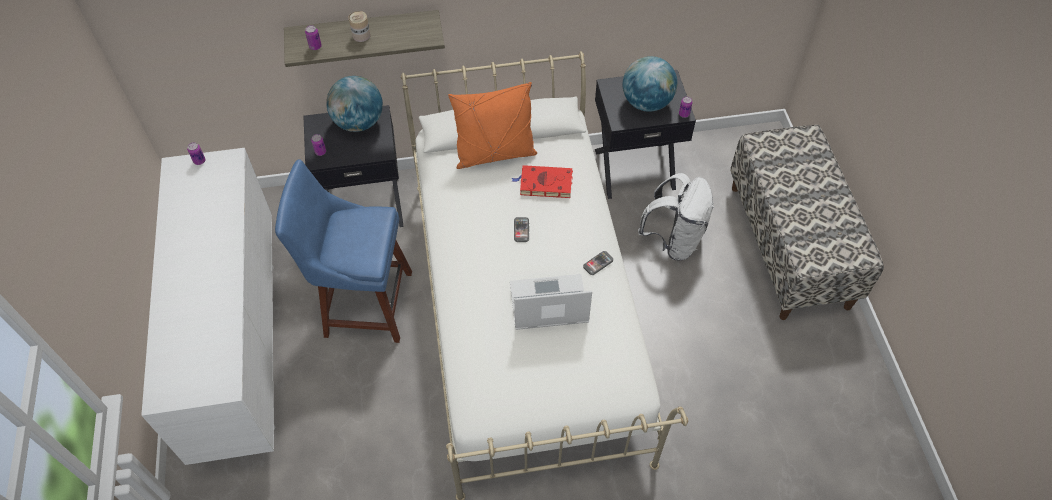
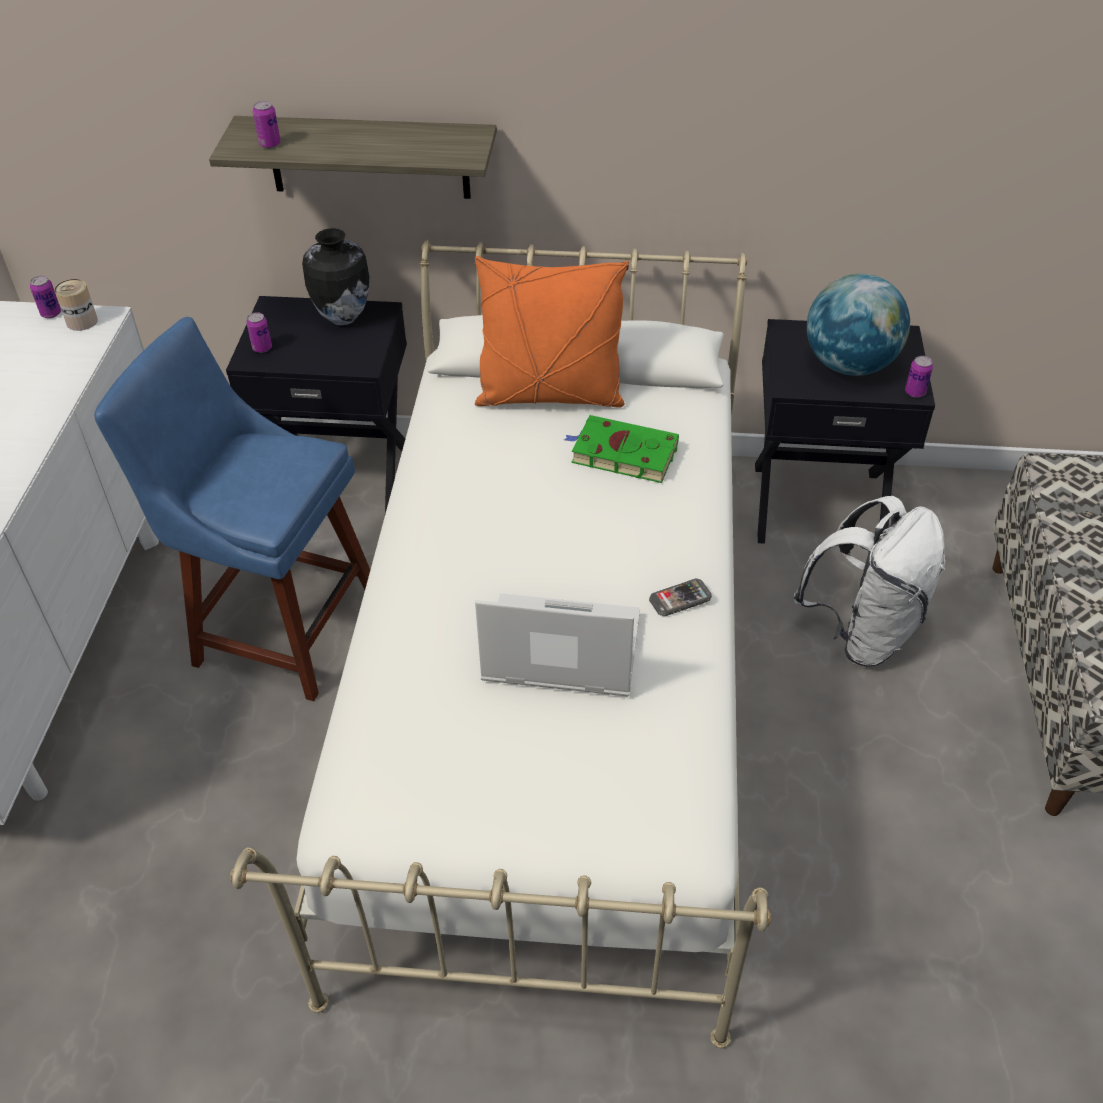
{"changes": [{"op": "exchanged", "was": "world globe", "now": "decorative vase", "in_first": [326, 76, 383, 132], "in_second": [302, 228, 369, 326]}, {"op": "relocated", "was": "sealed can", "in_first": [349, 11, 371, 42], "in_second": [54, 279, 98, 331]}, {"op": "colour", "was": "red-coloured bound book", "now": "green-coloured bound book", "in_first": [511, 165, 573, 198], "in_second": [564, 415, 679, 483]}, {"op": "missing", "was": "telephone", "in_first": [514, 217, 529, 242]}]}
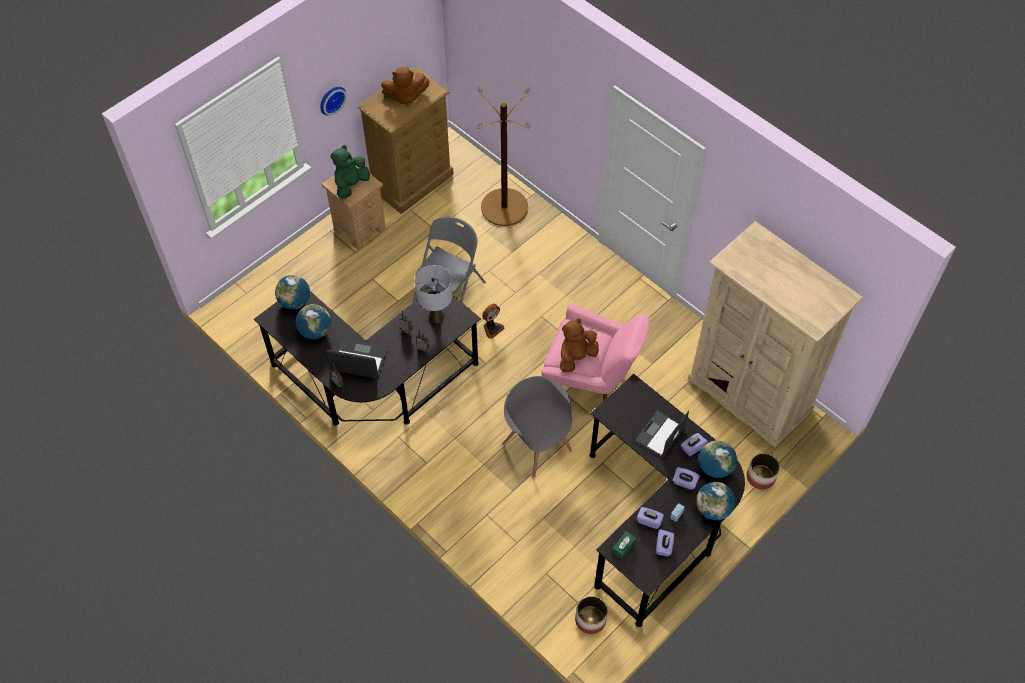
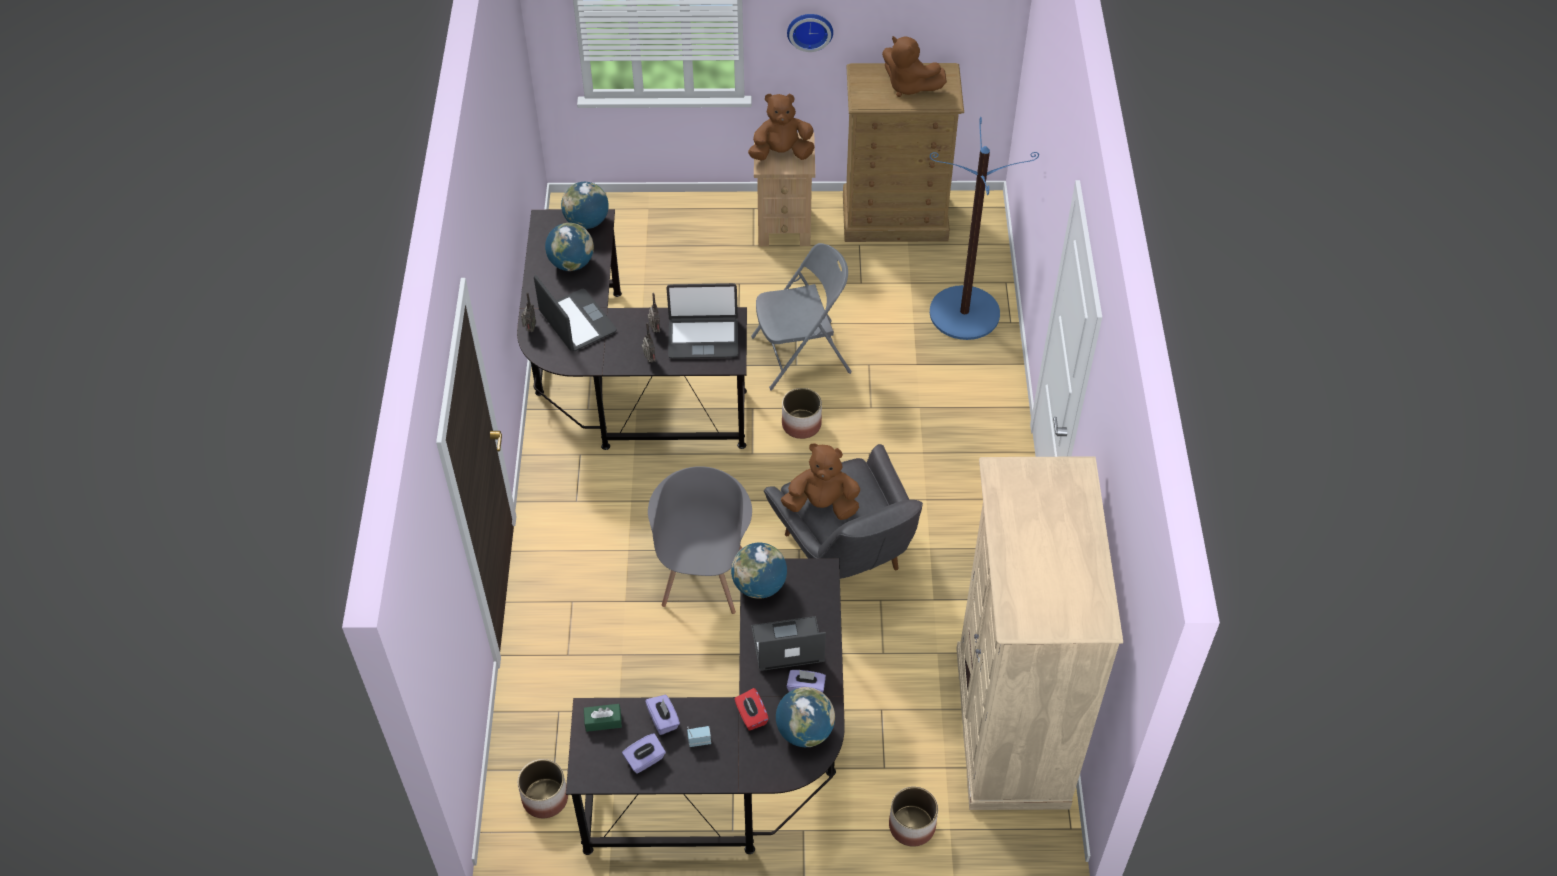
{"changes": [{"op": "colour", "was": "green-coloured soft toy", "now": "brown-coloured soft toy", "in_first": [330, 145, 370, 199], "in_second": [748, 93, 814, 161]}, {"op": "exchanged", "was": "greyish tabletop lamp", "now": "laptop", "in_first": [415, 265, 452, 323], "in_second": [667, 283, 738, 359]}, {"op": "colour", "was": "brown-coloured clothes rack", "now": "bluish clothes rack", "in_first": [477, 88, 530, 226], "in_second": [930, 117, 1039, 340]}, {"op": "exchanged", "was": "cooling fan", "now": "plant pot", "in_first": [482, 304, 505, 339], "in_second": [782, 388, 822, 439]}, {"op": "colour", "was": "pink-coloured armchair", "now": "greyish armchair", "in_first": [541, 303, 650, 401], "in_second": [764, 444, 923, 579]}, {"op": "colour", "was": "purplish tissue box", "now": "red-coloured tissue box", "in_first": [673, 467, 700, 490], "in_second": [734, 688, 769, 730]}, {"op": "relocated", "was": "world globe", "in_first": [696, 482, 735, 520], "in_second": [731, 543, 787, 599]}]}
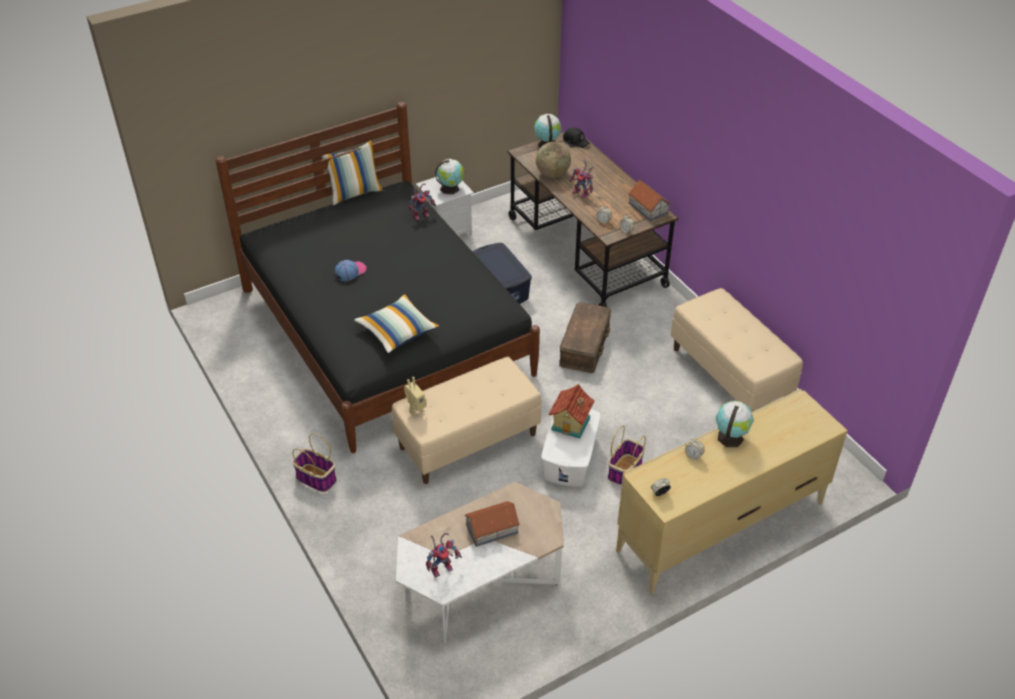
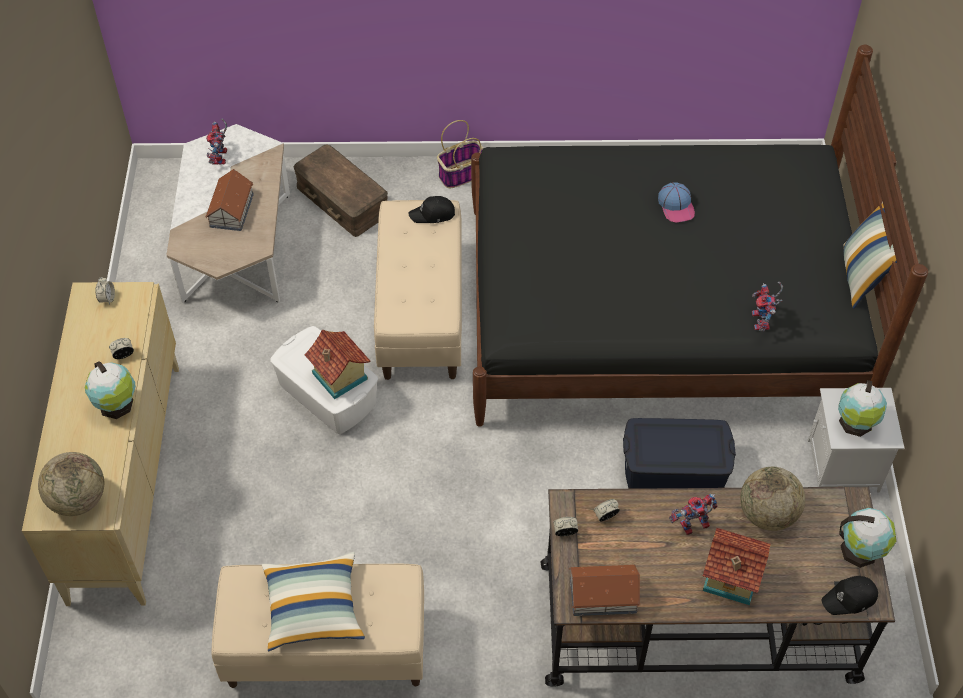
{"changes": [{"op": "relocated", "was": "cushion", "in_first": [354, 294, 440, 353], "in_second": [262, 552, 365, 651]}, {"op": "exchanged", "was": "robot figure", "now": "blackish peaked cap", "in_first": [404, 377, 427, 417], "in_second": [408, 196, 455, 223]}, {"op": "relocated", "was": "brown-coloured storage container", "in_first": [559, 302, 611, 373], "in_second": [294, 144, 388, 237]}, {"op": "missing", "was": "household basket", "in_first": [608, 425, 646, 486]}, {"op": "appeared", "now": "world globe", "in_second": [38, 452, 104, 516]}, {"op": "appeared", "now": "toy house", "in_second": [703, 528, 771, 605]}]}
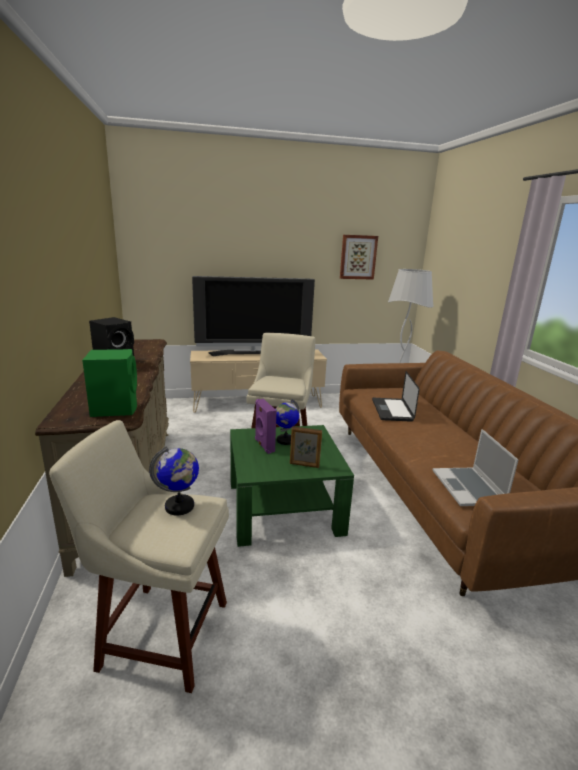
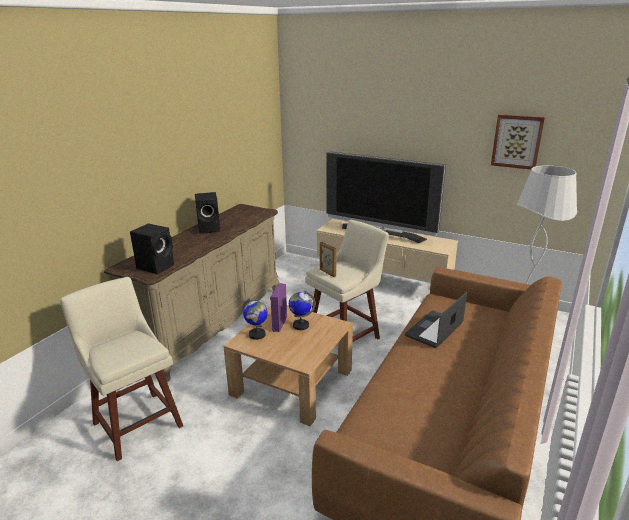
{"changes": [{"op": "colour", "was": "green-coloured audio speaker", "now": "blackish audio speaker", "in_first": [82, 349, 137, 417], "in_second": [130, 223, 174, 274]}, {"op": "relocated", "was": "world globe", "in_first": [149, 446, 199, 516], "in_second": [242, 298, 268, 340]}, {"op": "colour", "was": "green-coloured lounge table", "now": "brown-coloured lounge table", "in_first": [230, 425, 354, 547], "in_second": [223, 305, 353, 426]}, {"op": "relocated", "was": "standing frame", "in_first": [290, 426, 322, 468], "in_second": [320, 242, 337, 277]}, {"op": "missing", "was": "laptop", "in_first": [433, 429, 518, 506]}]}
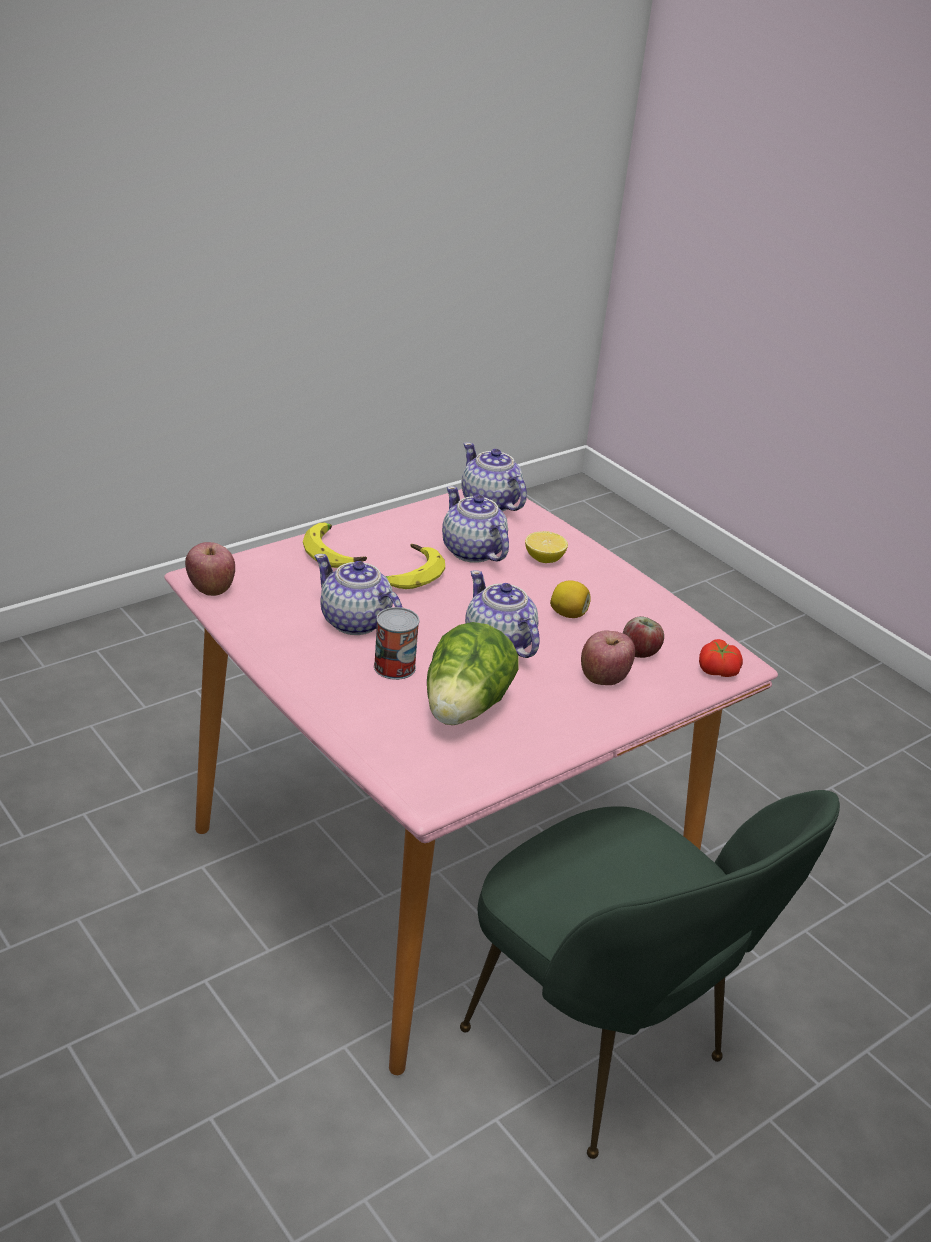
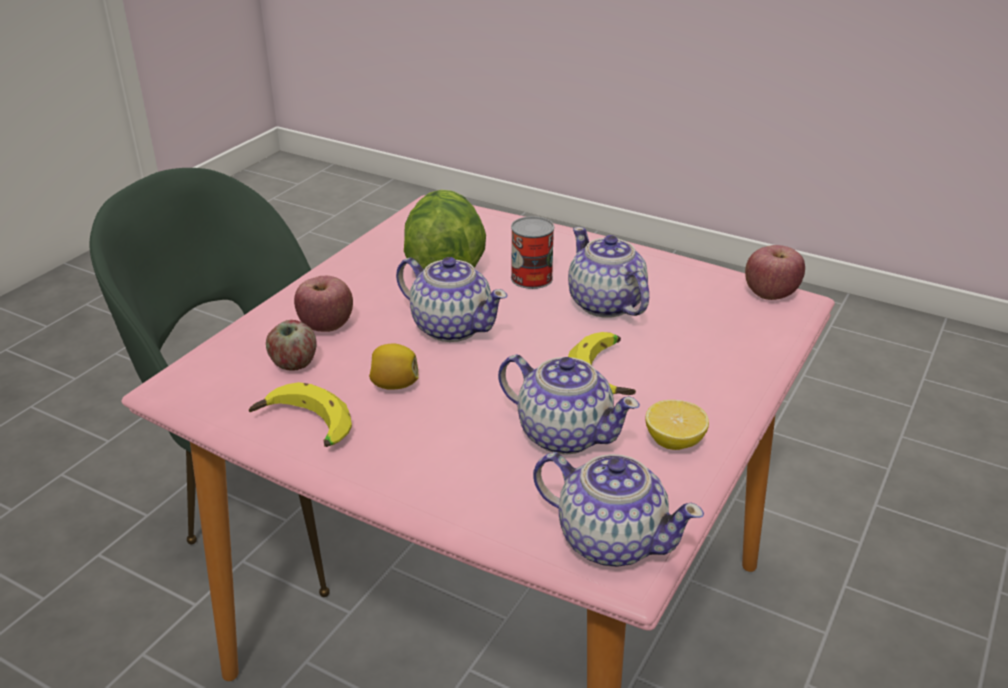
{"changes": [{"op": "relocated", "was": "banana fruit", "in_first": [303, 522, 367, 568], "in_second": [249, 382, 352, 447]}, {"op": "spun", "was": "pot for tea", "in_first": [314, 554, 403, 635], "in_second": [568, 227, 649, 318], "clockwise": -135}, {"op": "relocated", "was": "whole lemon", "in_first": [525, 531, 568, 563], "in_second": [646, 400, 709, 450]}, {"op": "missing", "was": "fresh tomato", "in_first": [699, 639, 743, 677]}]}
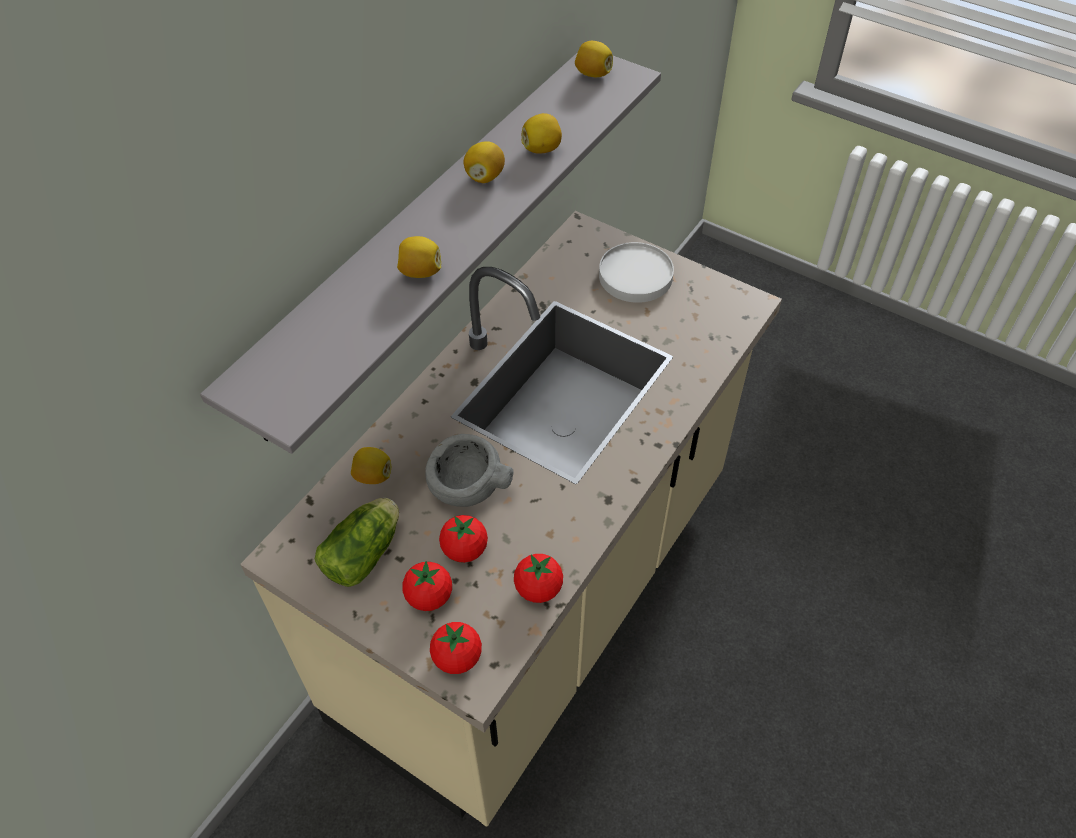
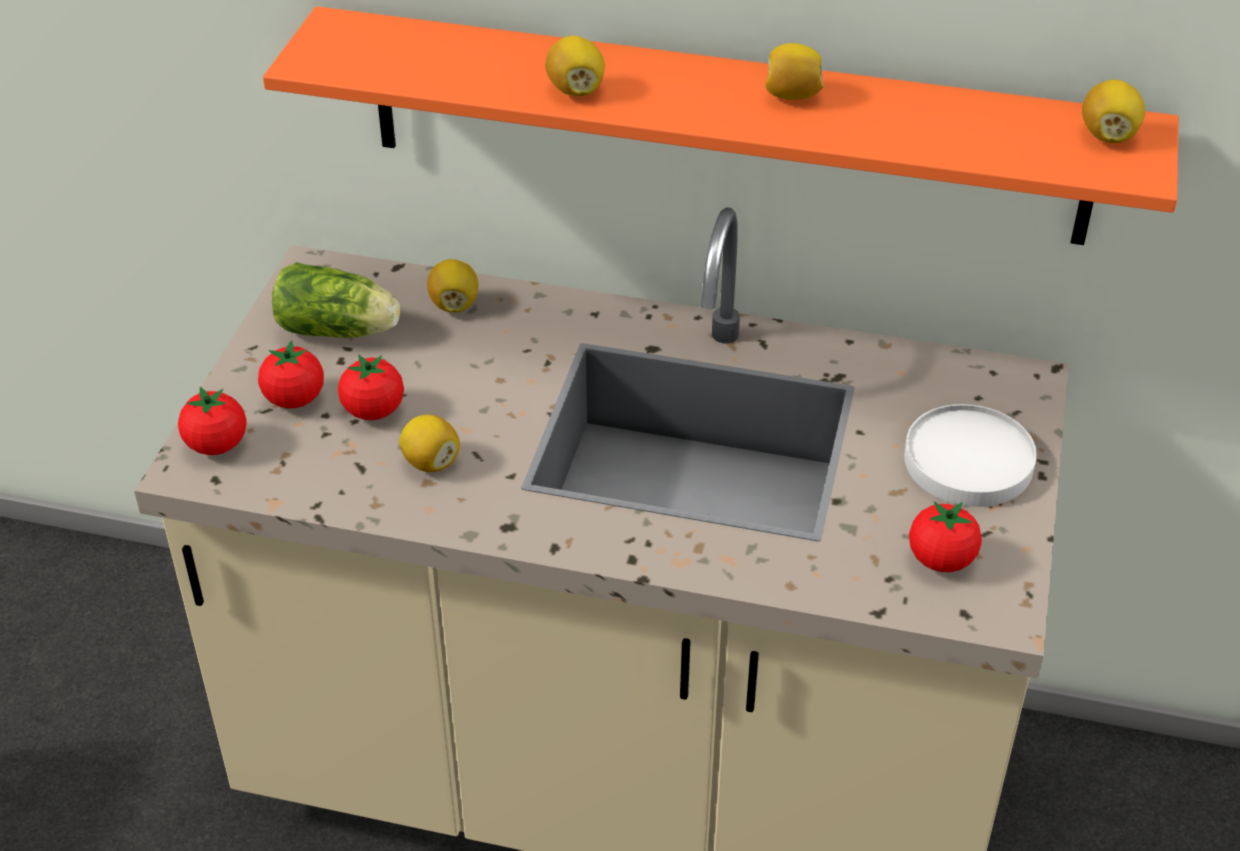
{"changes": [{"op": "colour", "was": "greyish wall shelf", "now": "orange-coloured wall shelf", "in_first": [200, 52, 661, 454], "in_second": [263, 6, 1179, 245]}, {"op": "missing", "was": "greyish serving bowl", "in_first": [425, 434, 514, 507]}, {"op": "relocated", "was": "fresh tomato", "in_first": [514, 554, 563, 603], "in_second": [909, 501, 982, 572]}, {"op": "relocated", "was": "whole lemon", "in_first": [522, 113, 562, 154], "in_second": [399, 414, 460, 472]}]}
